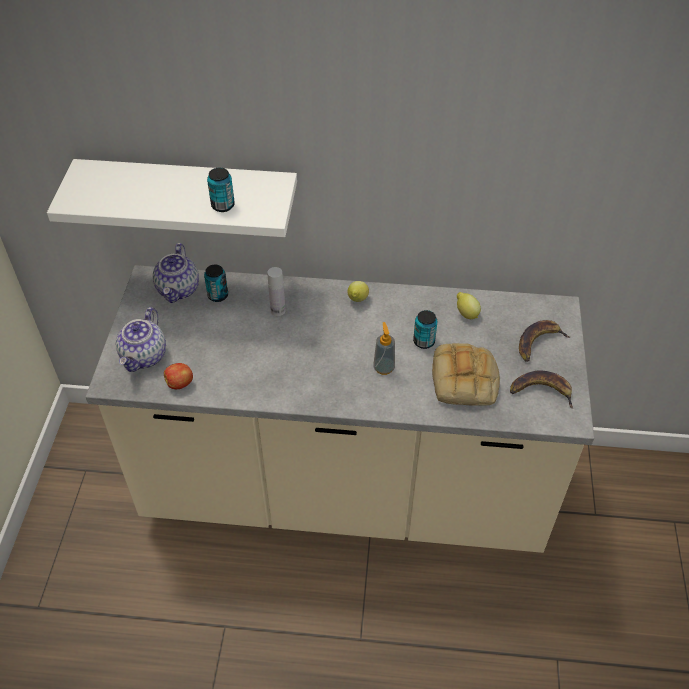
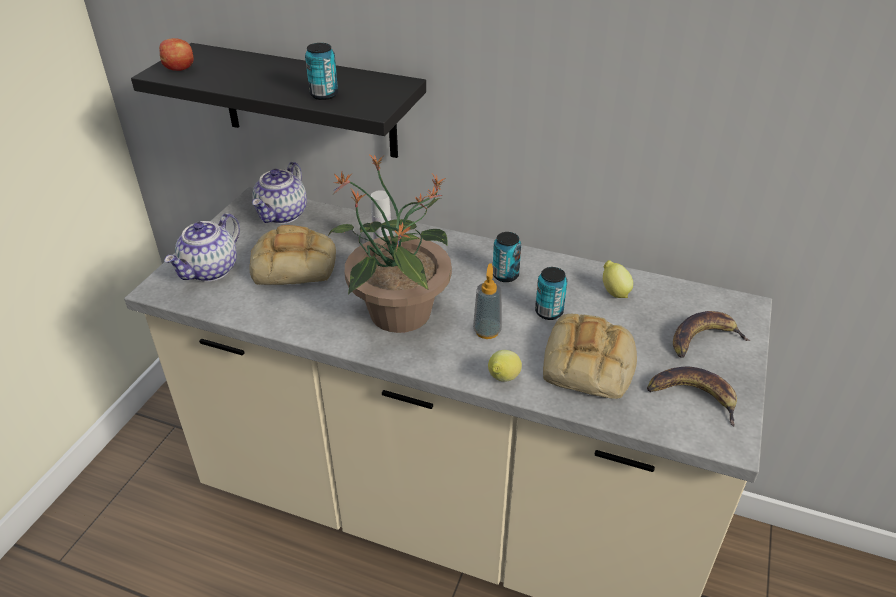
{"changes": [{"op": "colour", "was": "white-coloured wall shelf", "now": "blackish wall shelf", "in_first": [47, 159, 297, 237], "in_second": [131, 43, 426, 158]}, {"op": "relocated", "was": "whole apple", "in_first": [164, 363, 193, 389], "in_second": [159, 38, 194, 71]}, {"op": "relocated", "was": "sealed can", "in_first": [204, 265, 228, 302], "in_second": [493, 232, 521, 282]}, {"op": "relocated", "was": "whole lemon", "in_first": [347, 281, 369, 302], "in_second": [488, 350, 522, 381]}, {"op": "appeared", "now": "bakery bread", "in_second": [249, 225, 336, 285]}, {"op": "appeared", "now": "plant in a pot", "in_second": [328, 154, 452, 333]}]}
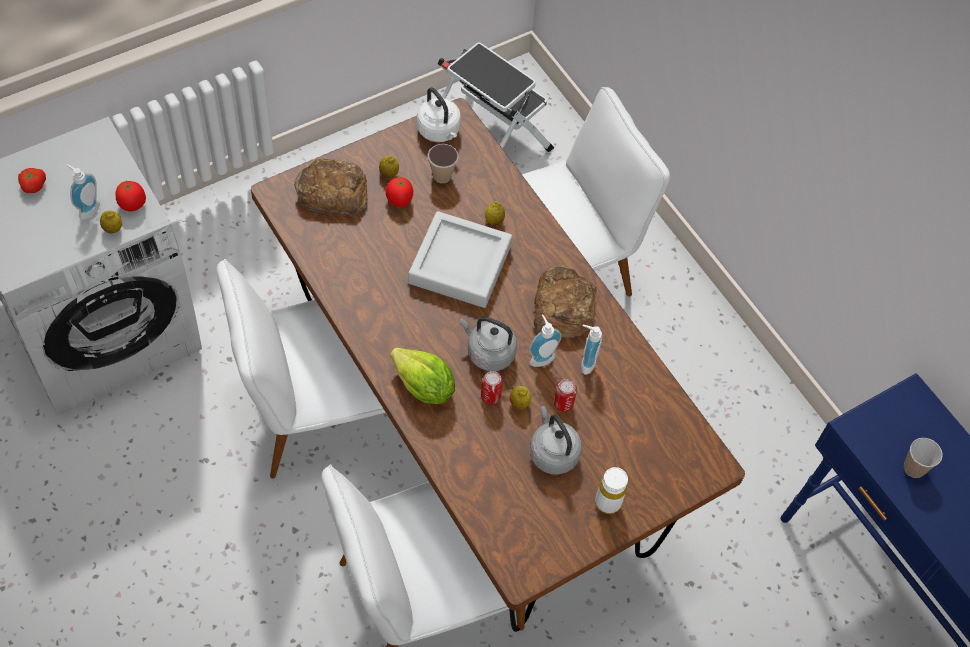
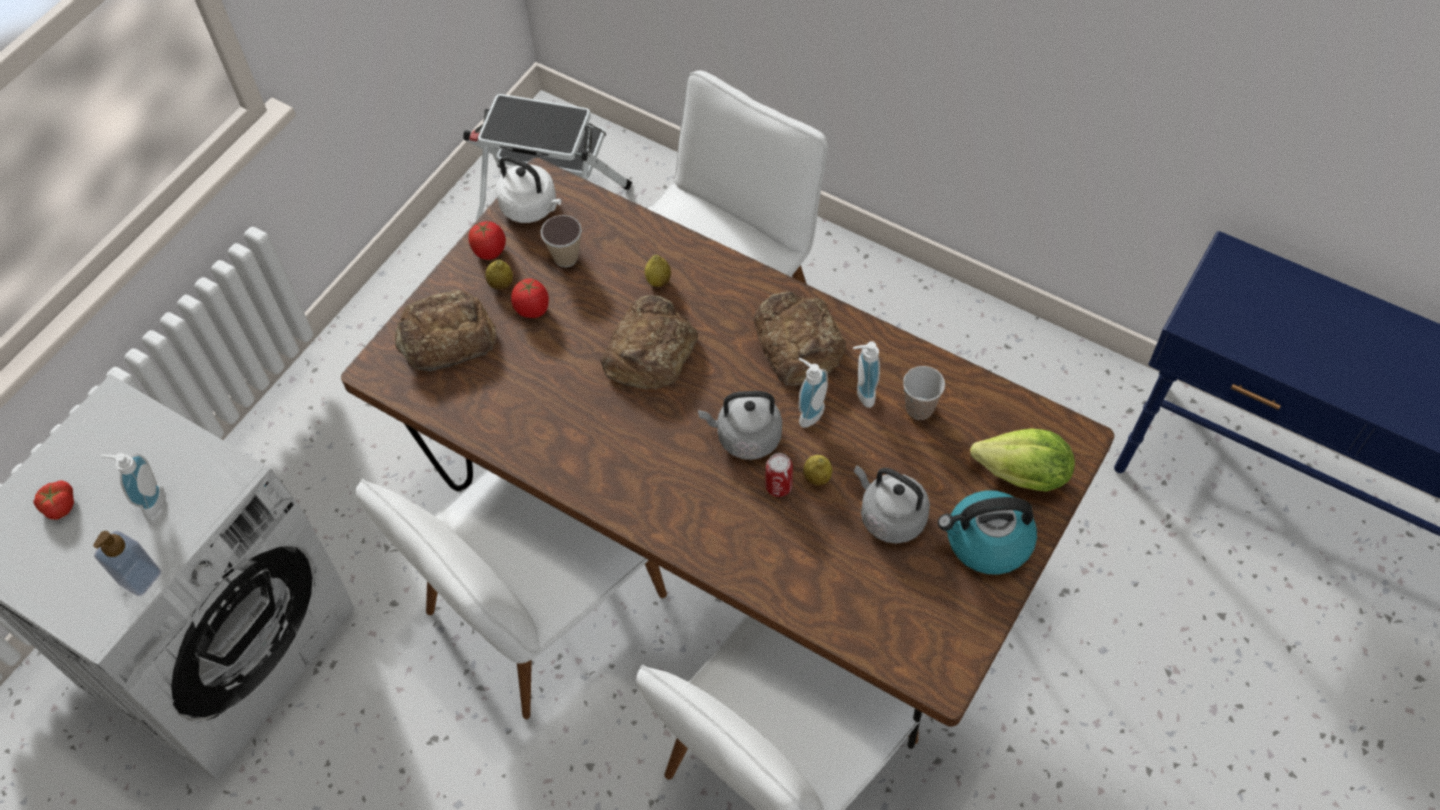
{"changes": [{"op": "missing", "was": "whole lemon", "in_first": [100, 210, 122, 234]}, {"op": "relocated", "was": "fresh tomato", "in_first": [116, 180, 146, 211], "in_second": [469, 221, 506, 260]}, {"op": "relocated", "was": "head of lettuce", "in_first": [390, 348, 455, 404], "in_second": [970, 428, 1075, 492]}, {"op": "exchanged", "was": "greyish serving tray", "now": "bakery bread", "in_first": [408, 211, 512, 308], "in_second": [601, 295, 698, 390]}, {"op": "missing", "was": "sealed can", "in_first": [554, 379, 577, 412]}, {"op": "exchanged", "was": "white-coloured beverage bottle", "now": "water kettle", "in_first": [595, 467, 628, 514], "in_second": [938, 490, 1037, 575]}, {"op": "relocated", "was": "drinking cup", "in_first": [904, 438, 943, 478], "in_second": [903, 366, 945, 420]}, {"op": "appeared", "now": "liquid soap bottle", "in_second": [93, 531, 161, 596]}]}
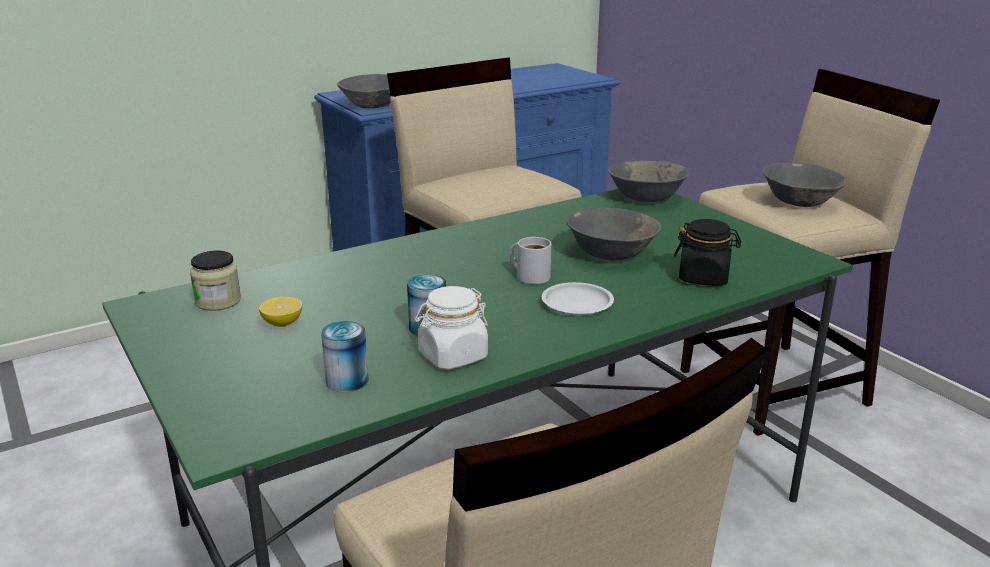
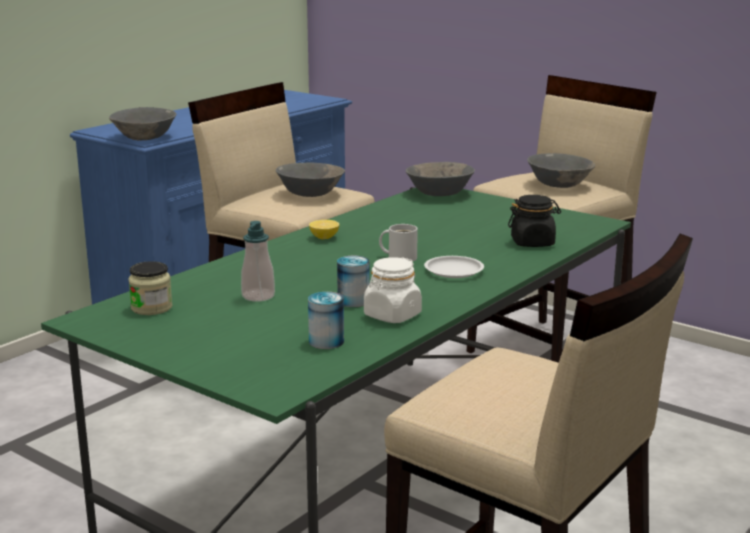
{"changes": [{"op": "relocated", "was": "whole lemon", "in_first": [259, 297, 302, 327], "in_second": [309, 220, 339, 239]}, {"op": "relocated", "was": "greyish serving bowl", "in_first": [567, 208, 661, 261], "in_second": [276, 163, 345, 197]}, {"op": "appeared", "now": "liquid soap bottle", "in_second": [241, 221, 275, 302]}]}
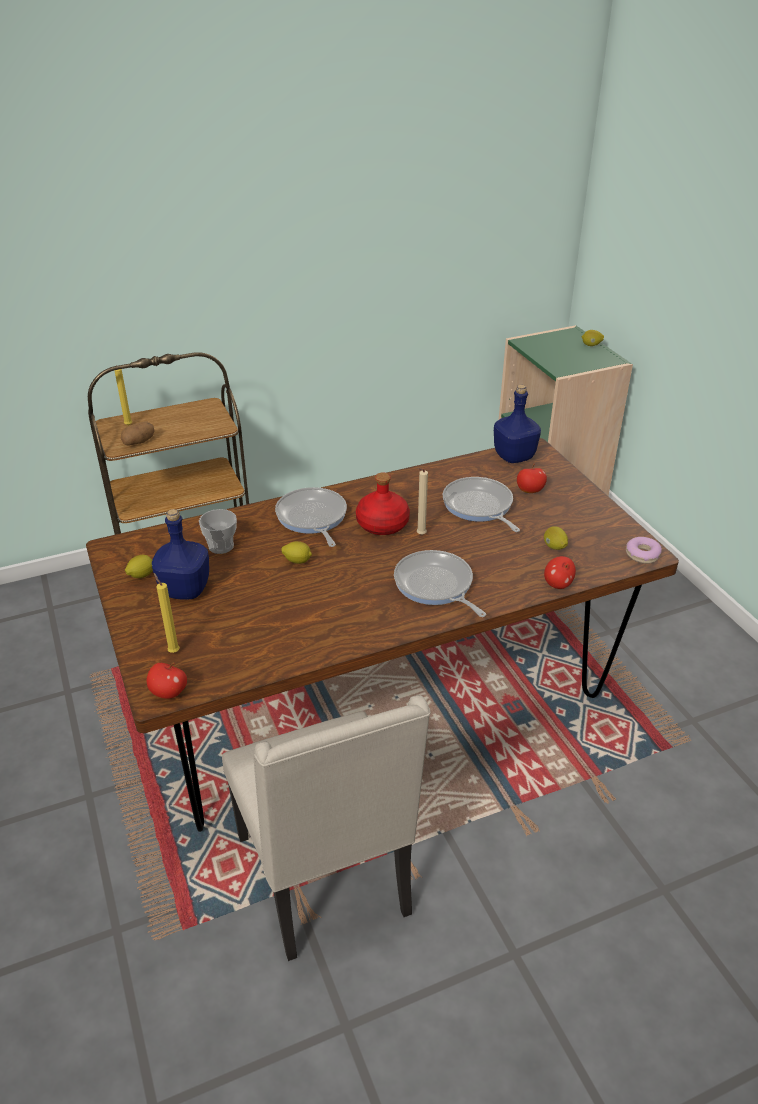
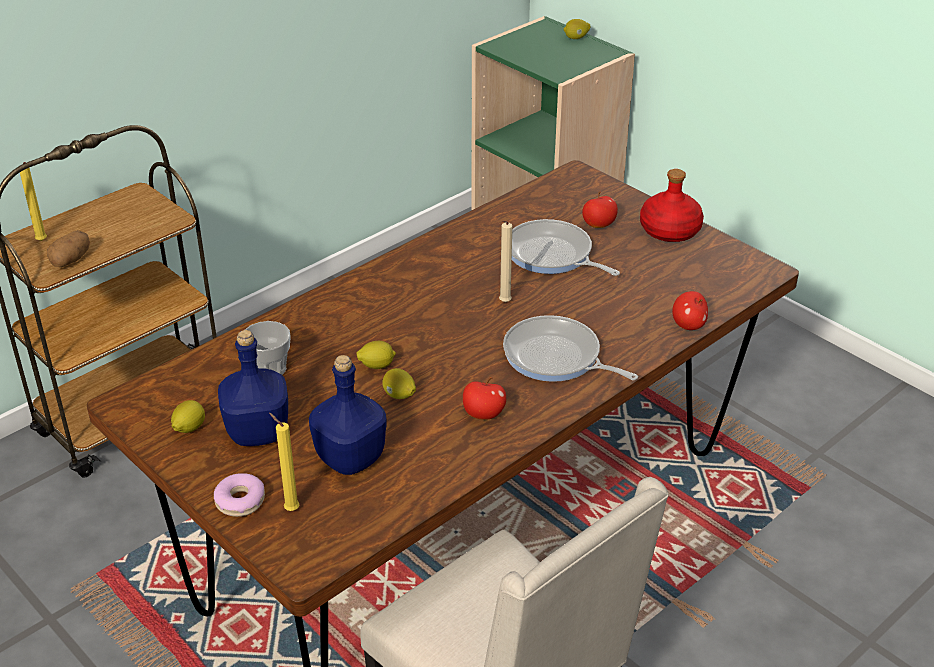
{"changes": [{"op": "relocated", "was": "whole apple", "in_first": [147, 663, 187, 699], "in_second": [463, 377, 506, 420]}, {"op": "missing", "was": "frying pan", "in_first": [275, 487, 347, 547]}, {"op": "relocated", "was": "red-coloured beverage bottle", "in_first": [356, 472, 410, 535], "in_second": [640, 169, 704, 242]}, {"op": "relocated", "was": "bluish beverage bottle", "in_first": [494, 385, 541, 463], "in_second": [309, 355, 387, 475]}, {"op": "relocated", "was": "whole lemon", "in_first": [544, 526, 568, 550], "in_second": [382, 368, 416, 399]}, {"op": "relocated", "was": "ring doughnut", "in_first": [626, 537, 662, 564], "in_second": [214, 473, 265, 517]}]}
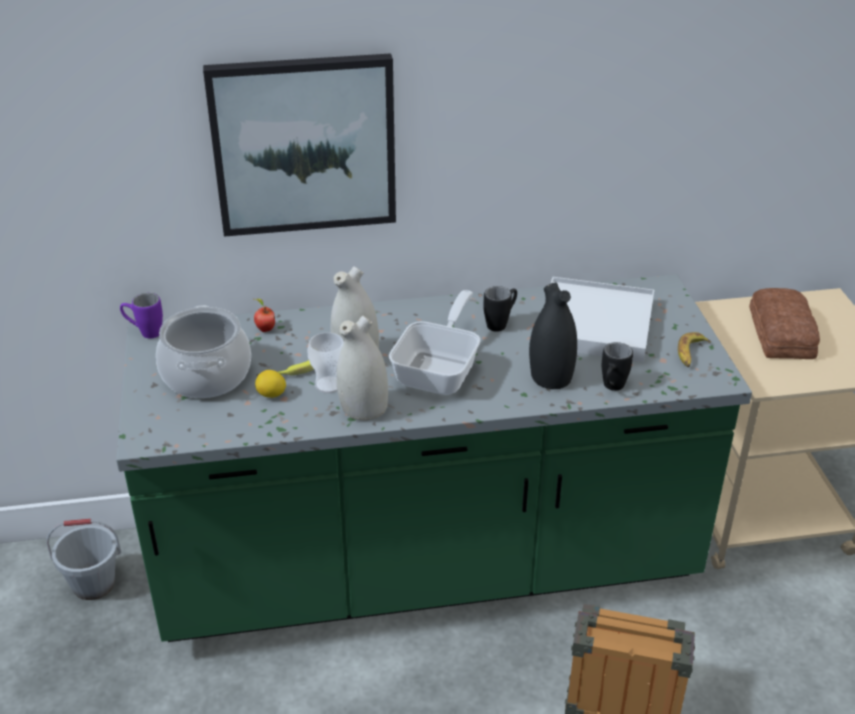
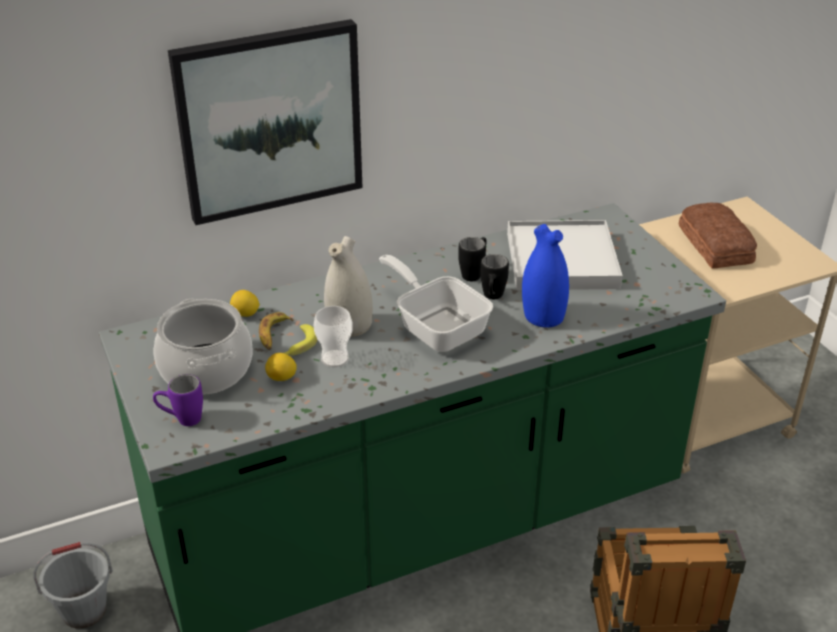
{"changes": [{"op": "relocated", "was": "purplish coffee mug", "in_first": [120, 293, 163, 338], "in_second": [153, 374, 203, 426]}, {"op": "exchanged", "was": "whole apple", "now": "whole lemon", "in_first": [254, 299, 275, 332], "in_second": [230, 290, 260, 317]}, {"op": "missing", "was": "white-coloured decorative vase", "in_first": [336, 316, 388, 421]}, {"op": "spun", "was": "frying pan", "in_first": [389, 290, 481, 395], "in_second": [379, 255, 493, 352], "clockwise": -45}, {"op": "colour", "was": "blackish decorative vase", "now": "bluish decorative vase", "in_first": [529, 283, 577, 389], "in_second": [522, 224, 569, 327]}, {"op": "relocated", "was": "blackish coffee mug", "in_first": [602, 342, 633, 391], "in_second": [480, 254, 509, 299]}, {"op": "relocated", "was": "banana fruit", "in_first": [678, 332, 711, 367], "in_second": [259, 312, 293, 350]}]}
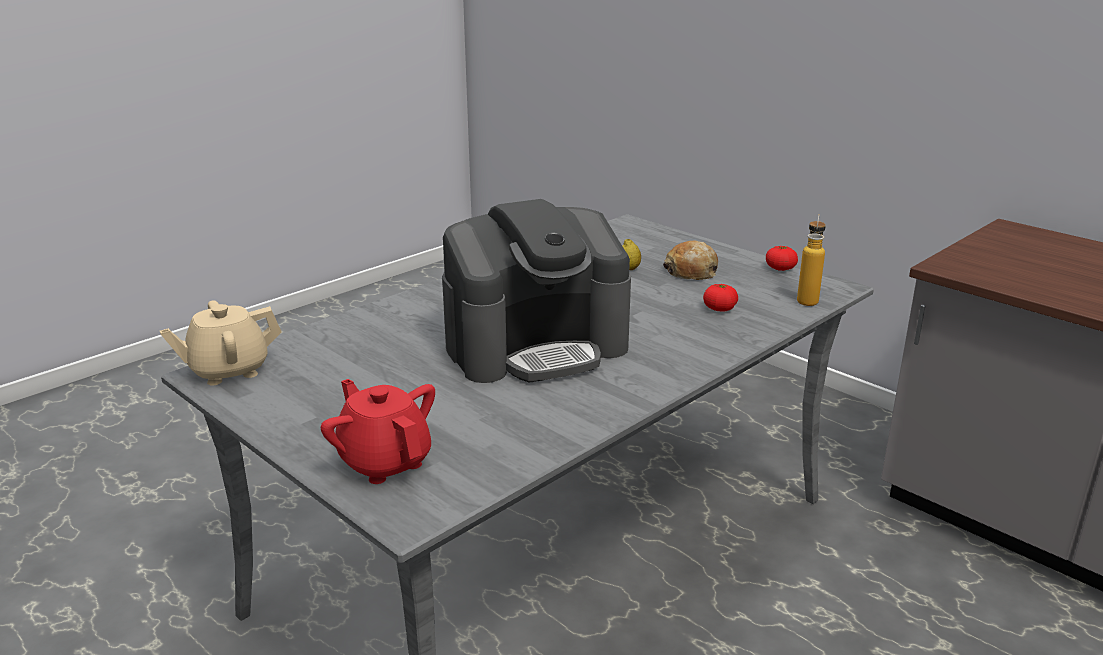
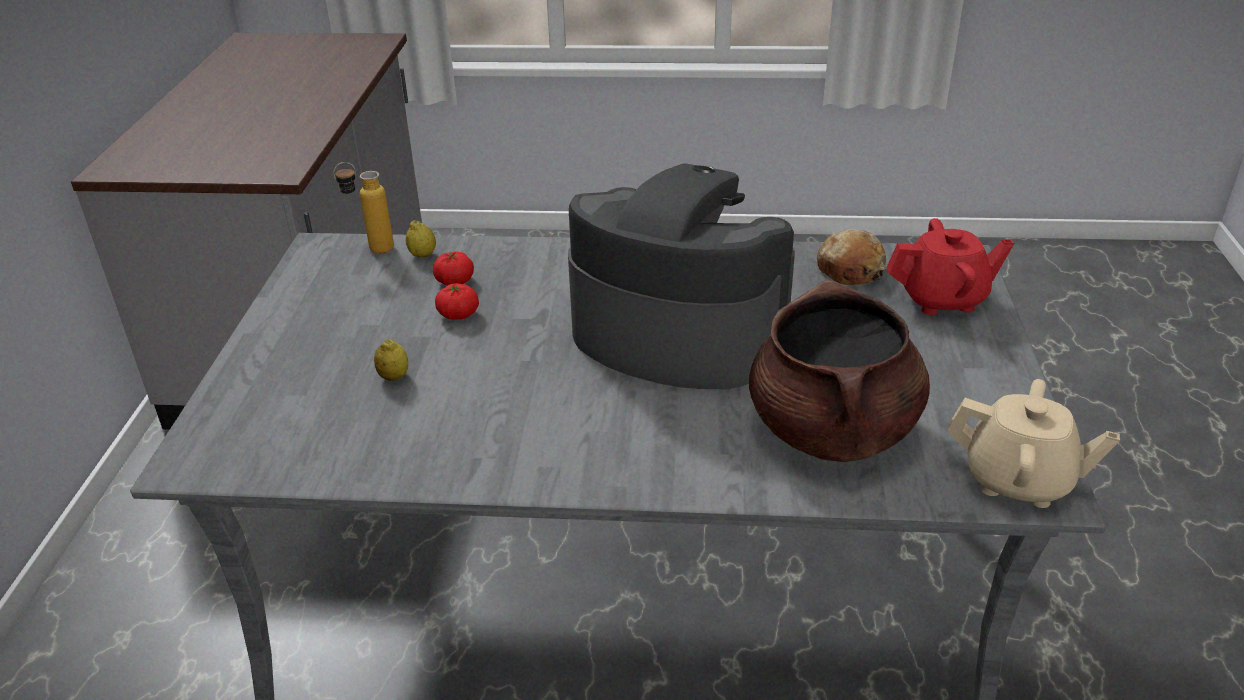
{"changes": [{"op": "spun", "was": "red-coloured pot for tea", "in_first": [321, 379, 435, 484], "in_second": [886, 218, 1014, 315], "clockwise": -105}, {"op": "relocated", "was": "bakery bread", "in_first": [663, 241, 718, 280], "in_second": [817, 229, 886, 285]}, {"op": "relocated", "was": "fresh tomato", "in_first": [766, 246, 798, 271], "in_second": [435, 283, 479, 320]}, {"op": "appeared", "now": "whole lemon", "in_second": [406, 221, 436, 257]}, {"op": "appeared", "now": "brown-coloured saucepot", "in_second": [749, 280, 930, 462]}]}
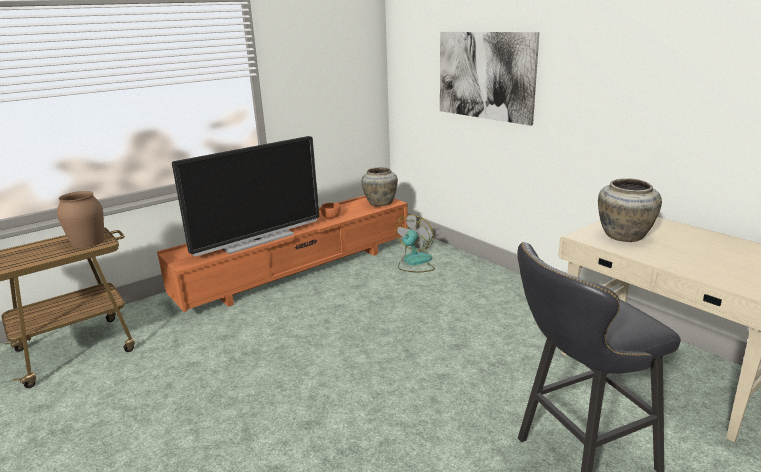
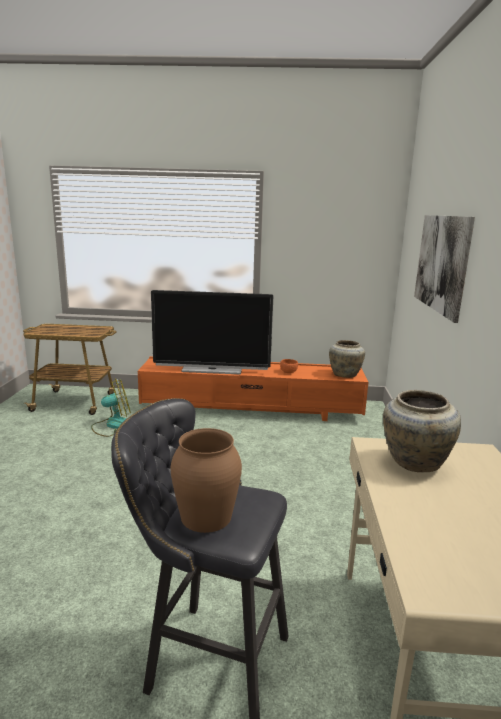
{"changes": [{"op": "relocated", "was": "brown-coloured decorative vase", "in_first": [57, 191, 104, 248], "in_second": [171, 428, 242, 533]}, {"op": "relocated", "was": "cooling fan", "in_first": [396, 215, 435, 272], "in_second": [91, 378, 131, 437]}]}
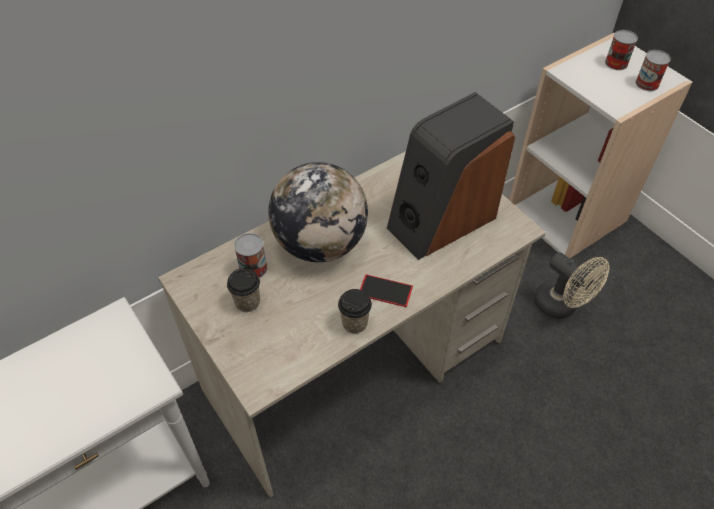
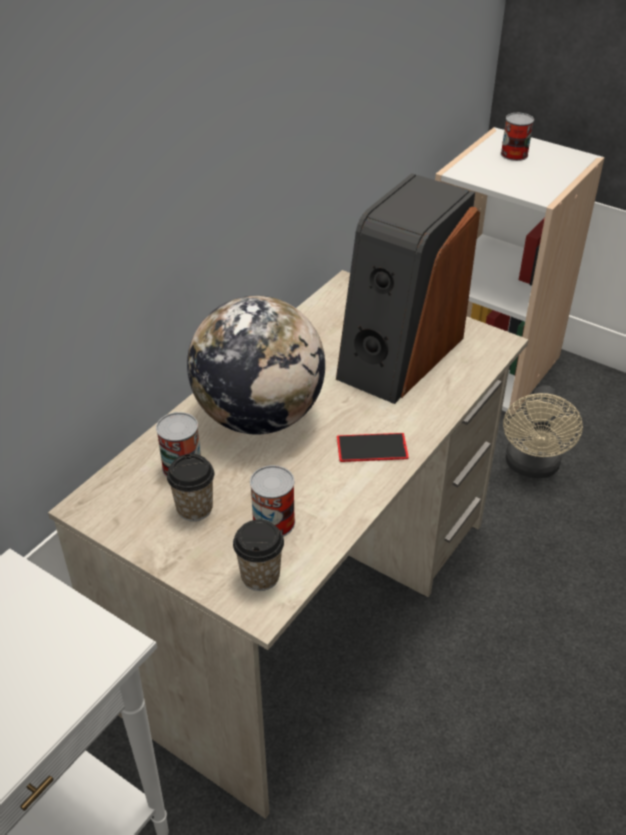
{"changes": [{"op": "relocated", "was": "drinking cup", "in_first": [338, 289, 372, 334], "in_second": [233, 520, 284, 591]}, {"op": "spun", "was": "beige-coloured cooling fan", "in_first": [534, 252, 609, 319], "in_second": [503, 385, 583, 478], "clockwise": 75}, {"op": "relocated", "was": "sealed can", "in_first": [635, 50, 671, 91], "in_second": [250, 465, 295, 537]}]}
